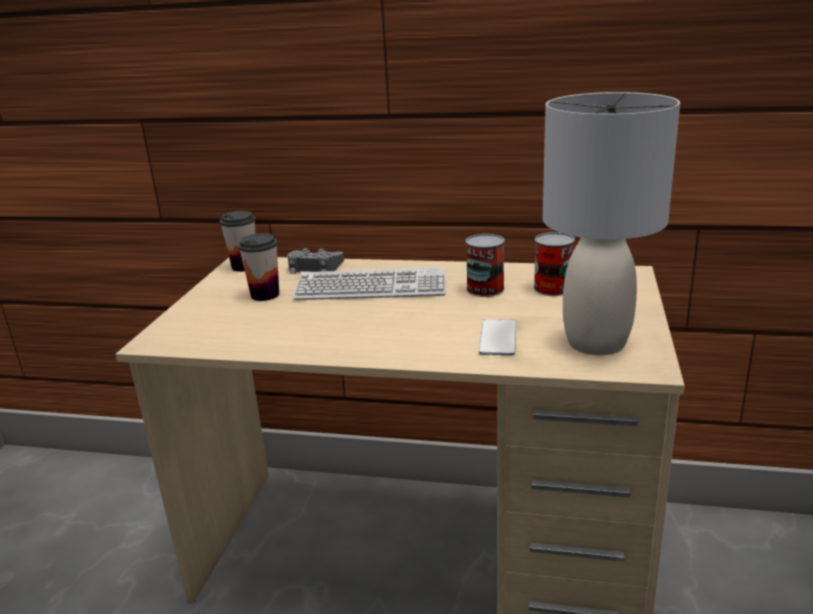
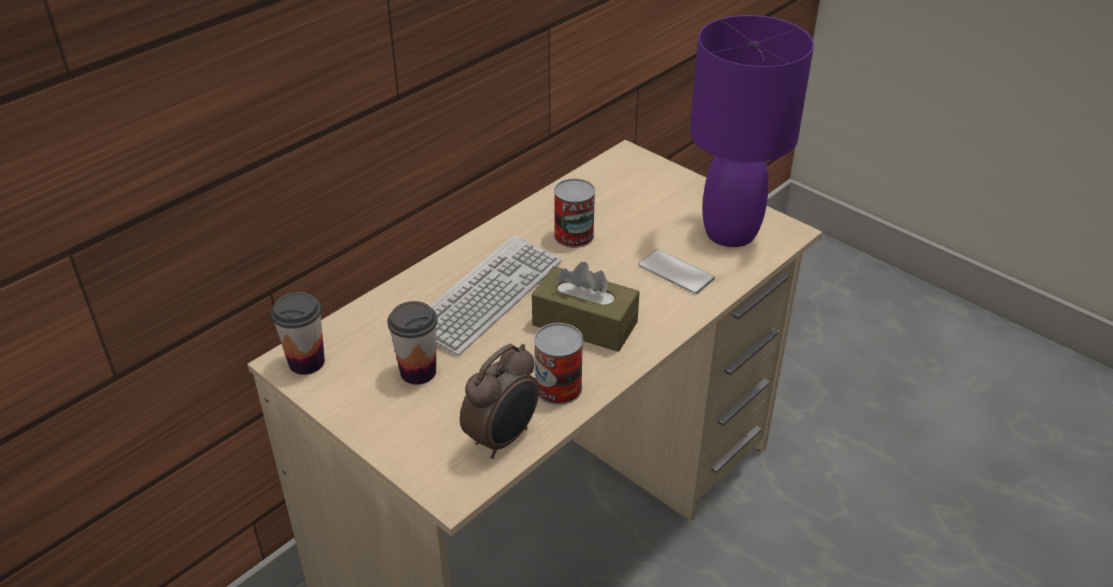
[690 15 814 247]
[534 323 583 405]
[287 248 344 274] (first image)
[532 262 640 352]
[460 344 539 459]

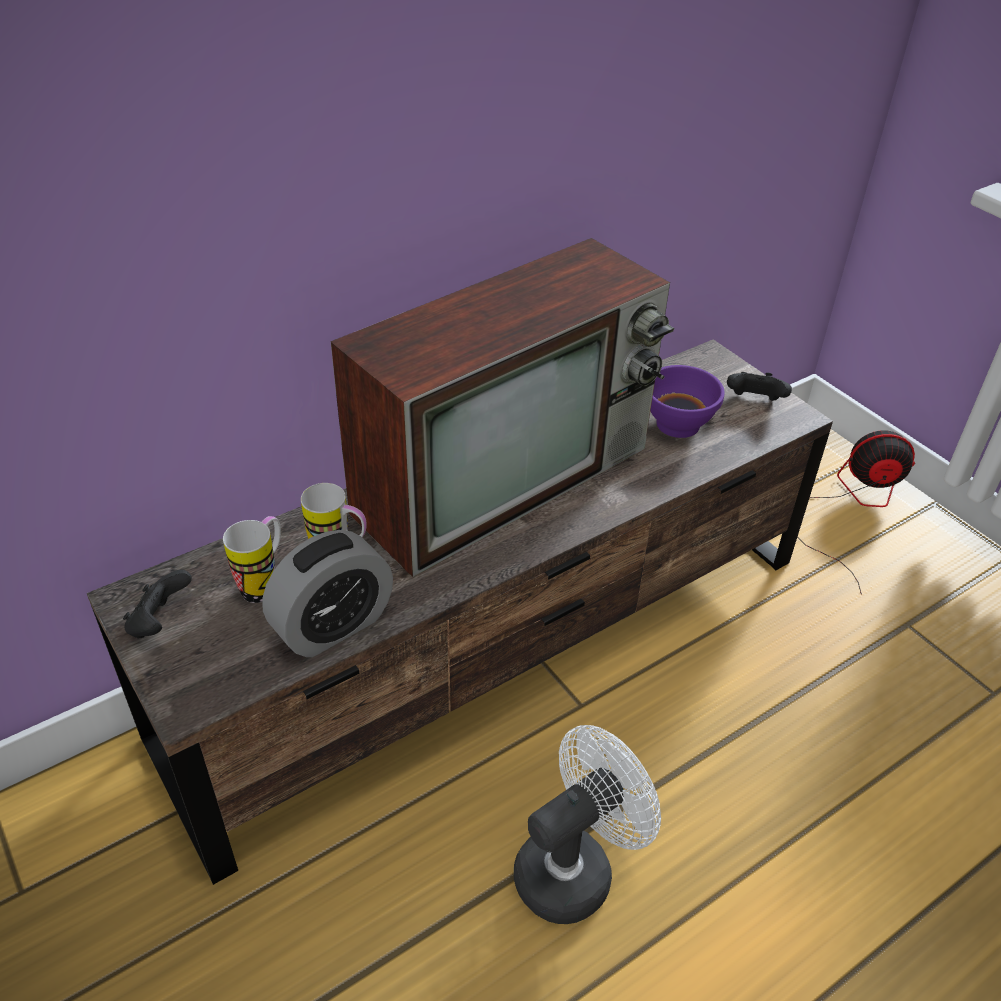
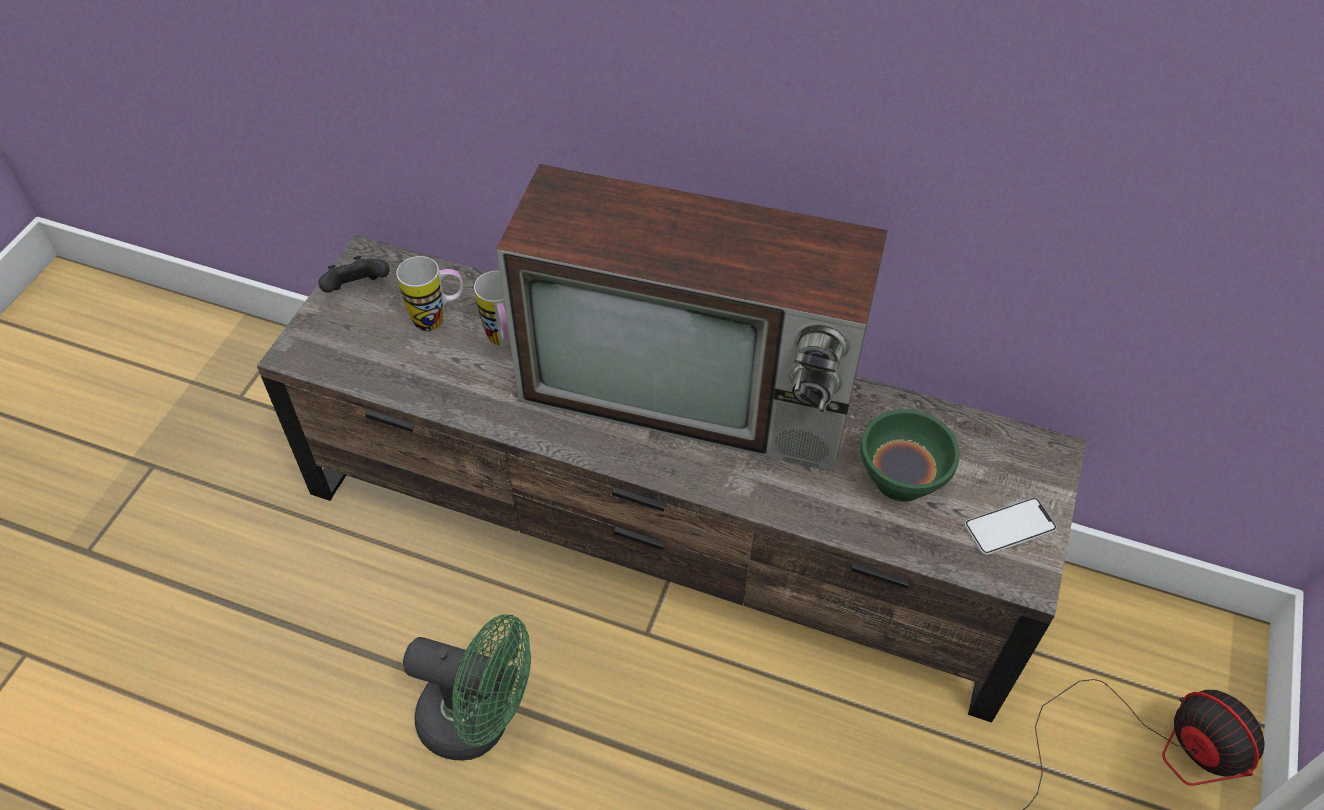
[860 409 960 502]
[964 498 1057 555]
[262 530 393 657] (first image)
[403 614 531 760]

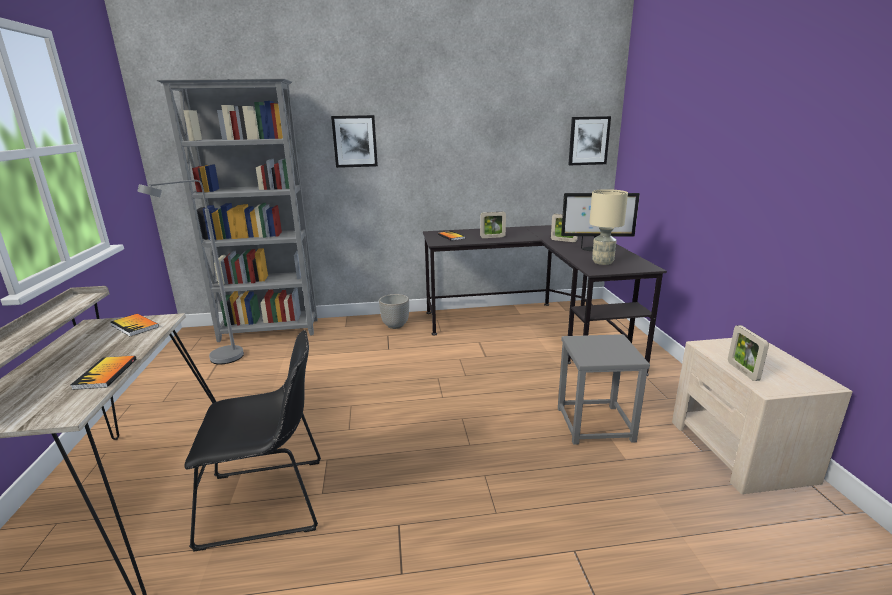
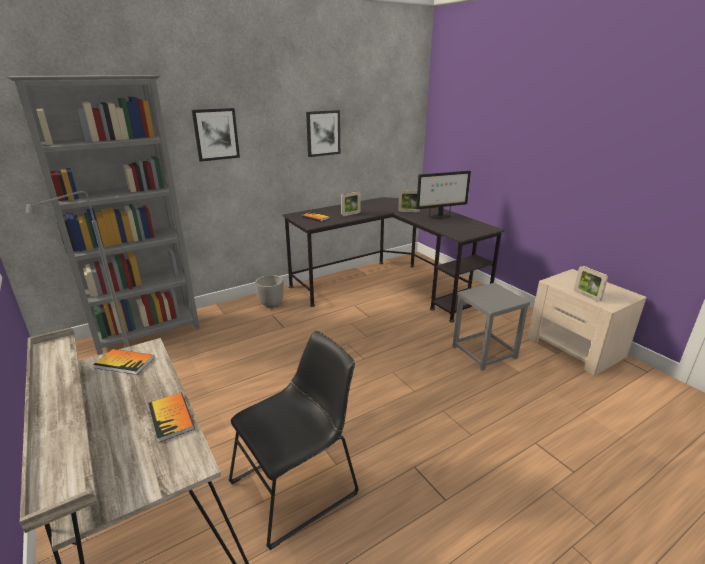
[306 110 340 157]
[589 189 628 265] (first image)

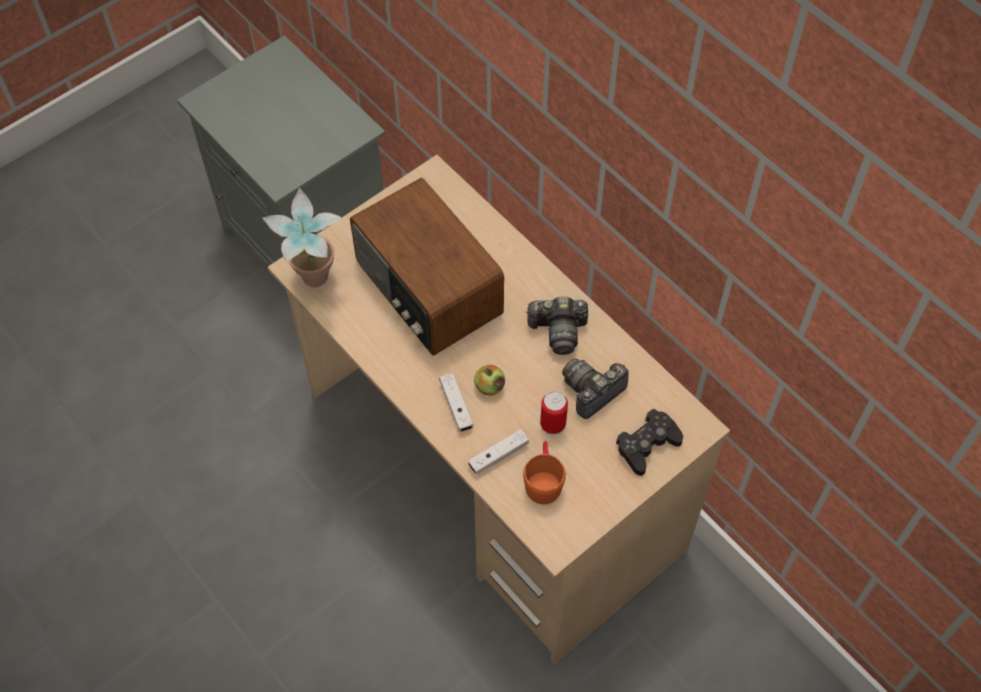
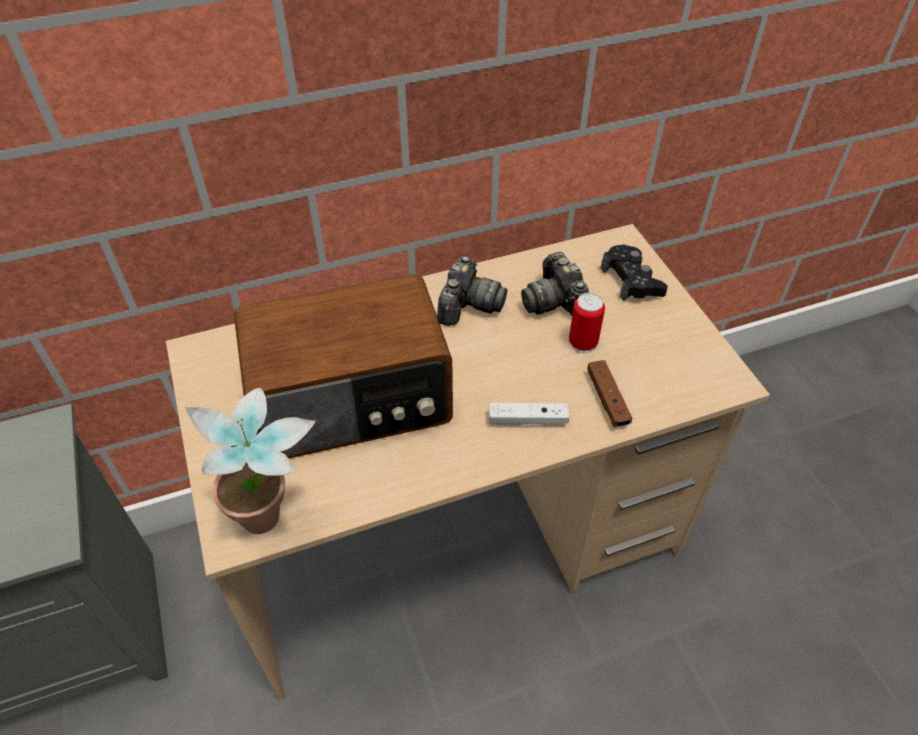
[474 364 505 396] (first image)
[587 360 632 427]
[523 441 566 504] (first image)

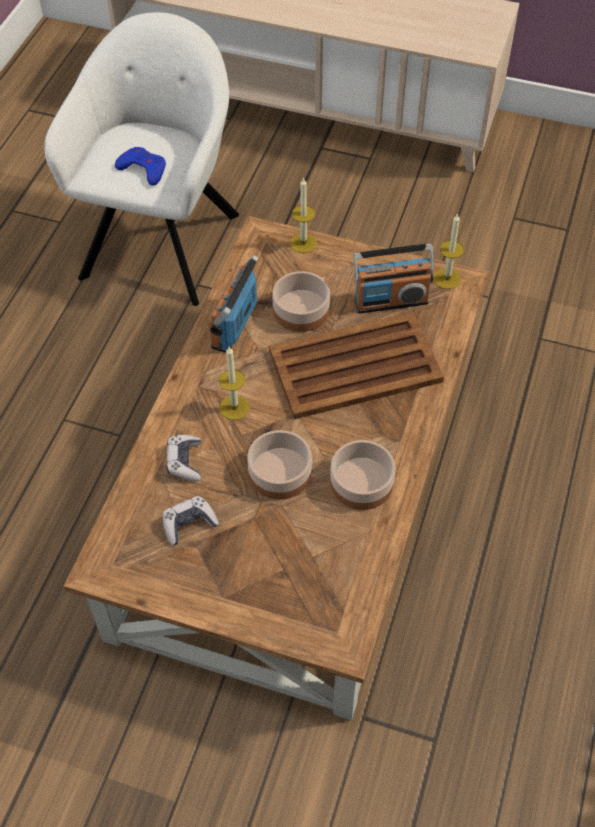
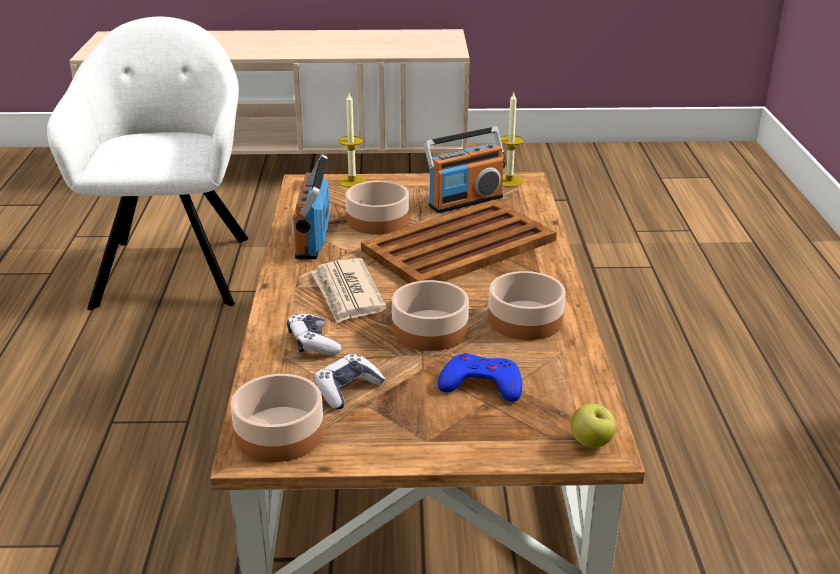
[438 353 522 402]
[311 258 387 324]
[231 374 324 462]
[571 404 616 448]

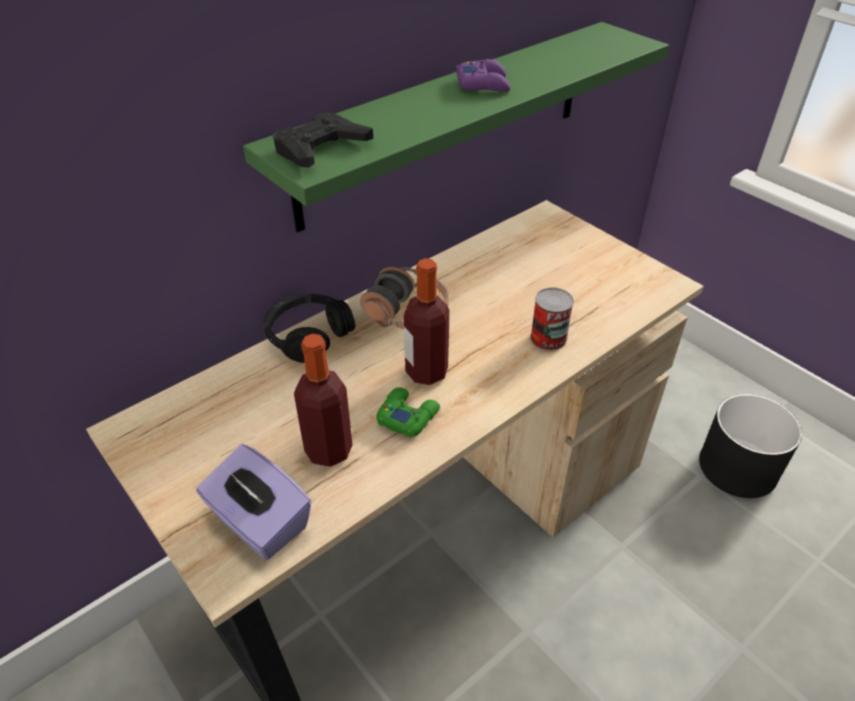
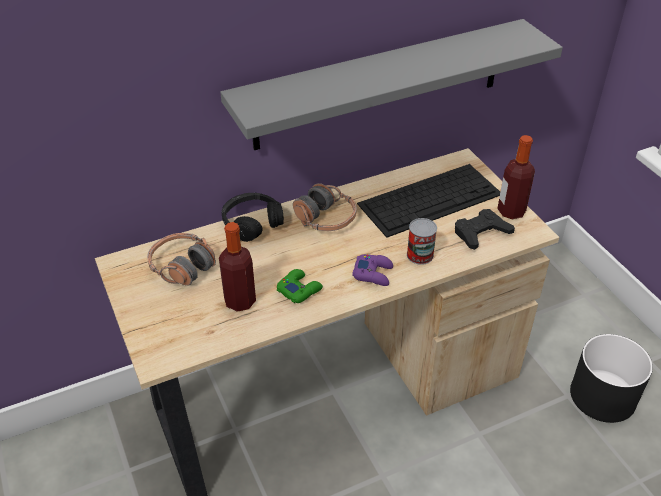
[220 19 563 150]
[352 254 393 286]
[455 209 515 250]
[497 135 535 219]
[196 444 312 560] (first image)
[357 164 500 238]
[147 233 216 286]

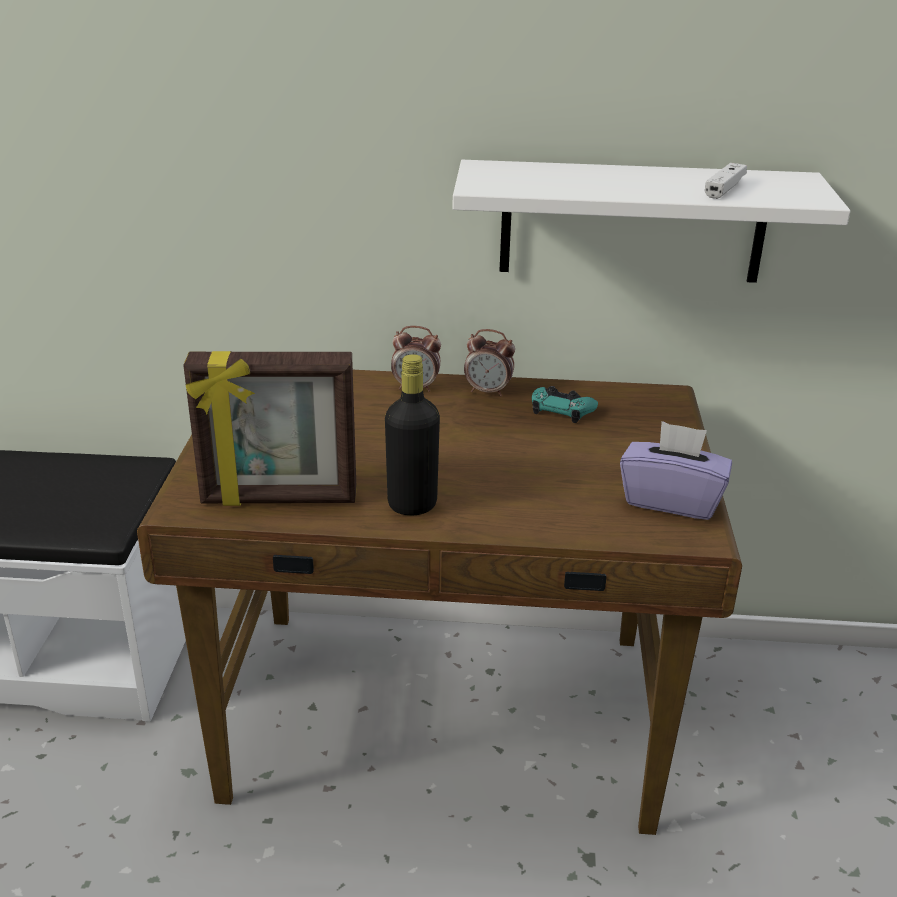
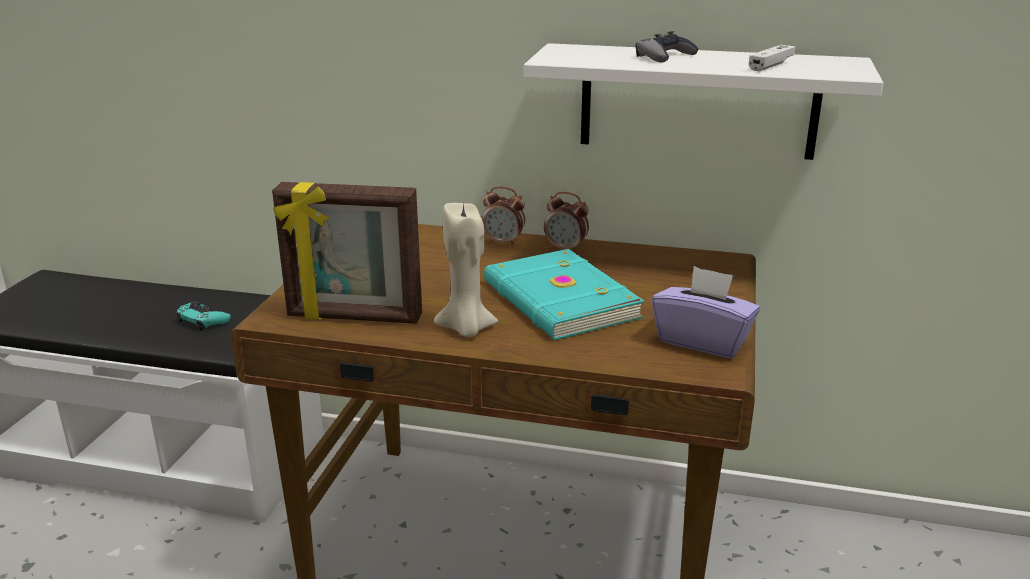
[434 201 498 337]
[176 301 231 331]
[636 31 698 63]
[484 249 644 340]

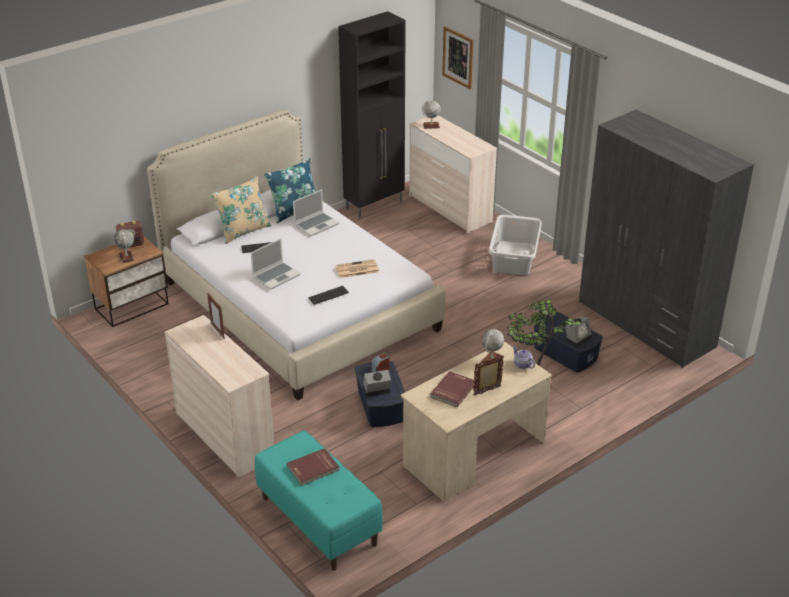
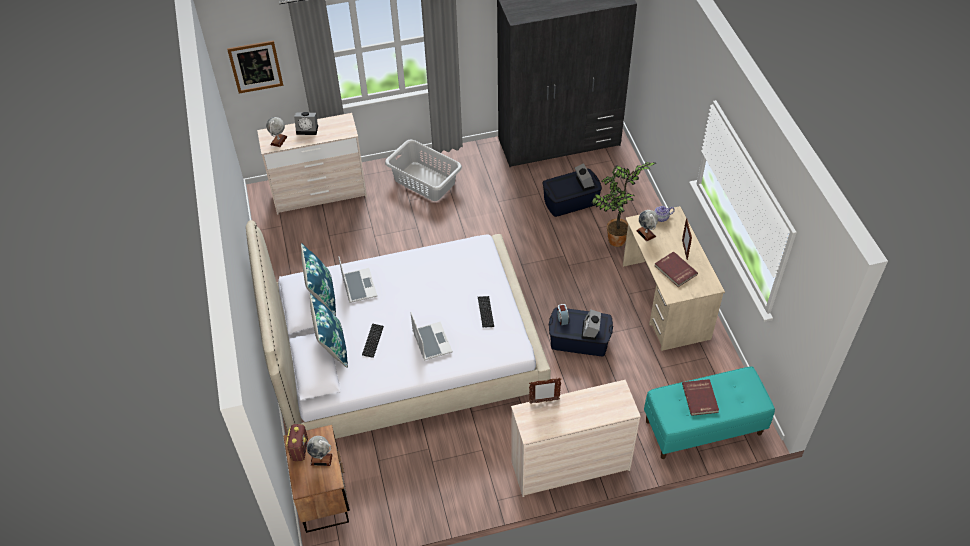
[338 11 406 218] (first image)
[310 293 348 368]
[335 259 379 278] (first image)
[294 112 318 135]

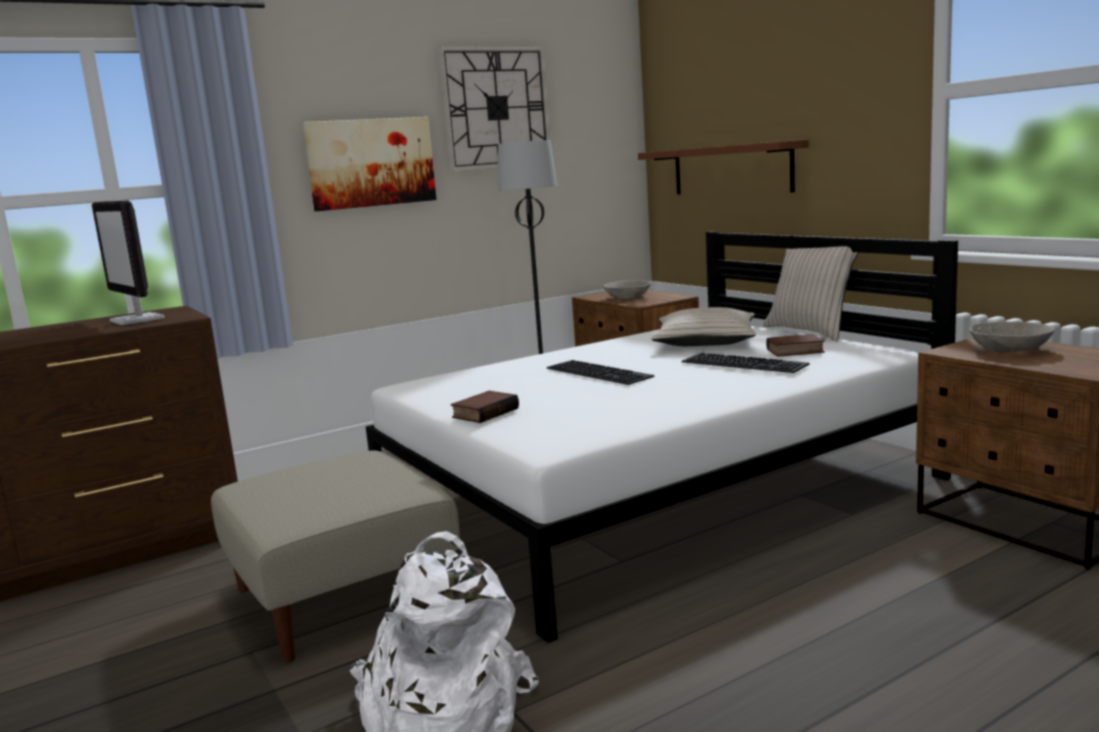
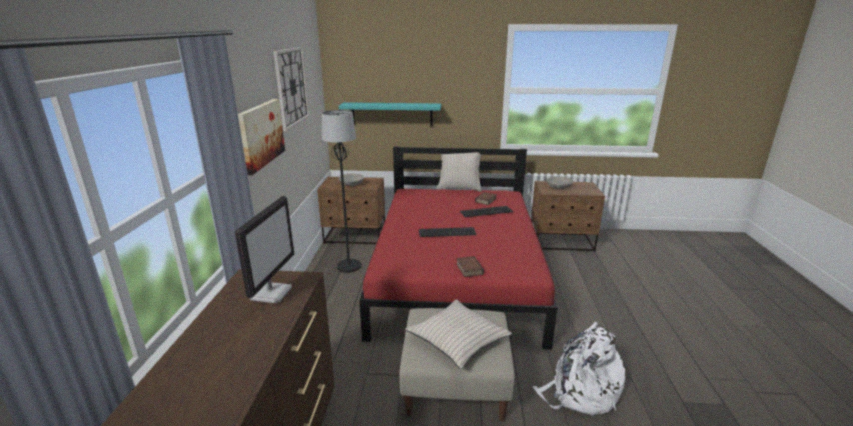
[339 102 441 127]
[235 196 294 303]
[359 147 557 350]
[405 300 512 369]

